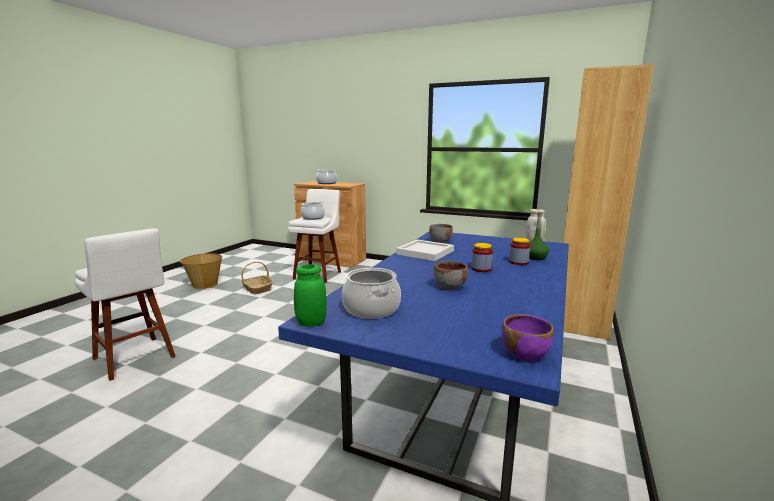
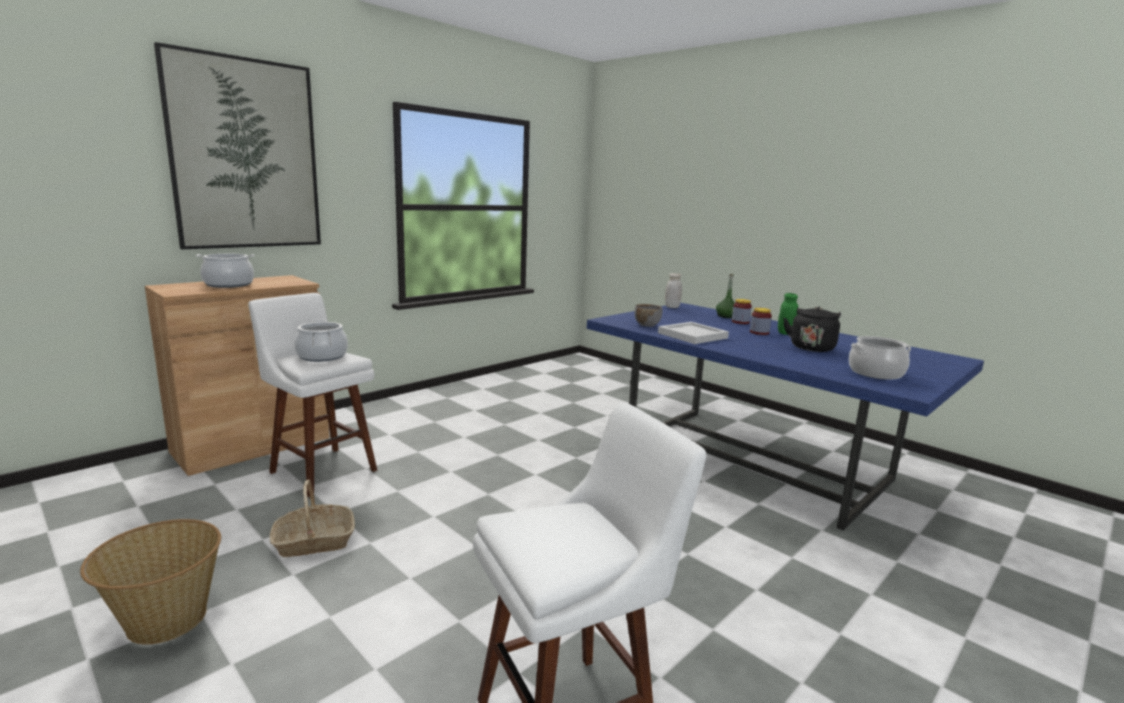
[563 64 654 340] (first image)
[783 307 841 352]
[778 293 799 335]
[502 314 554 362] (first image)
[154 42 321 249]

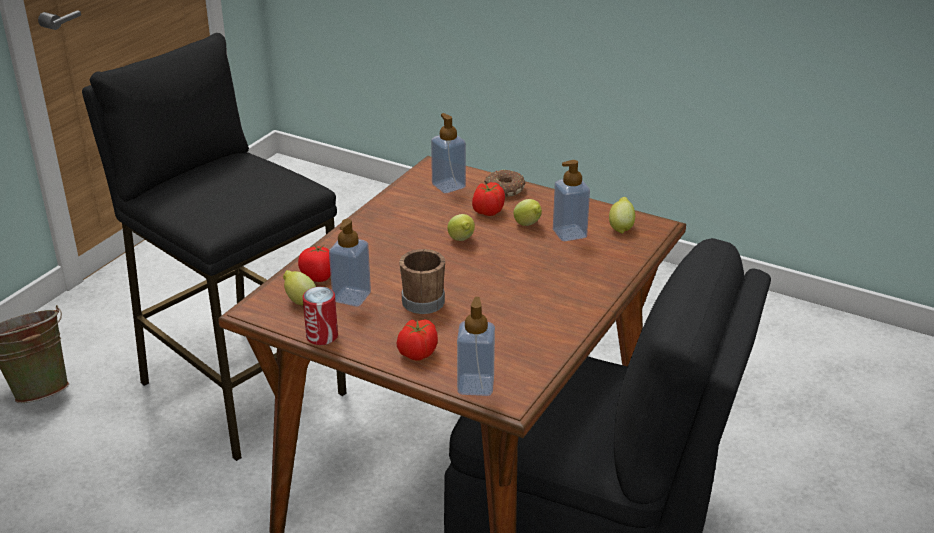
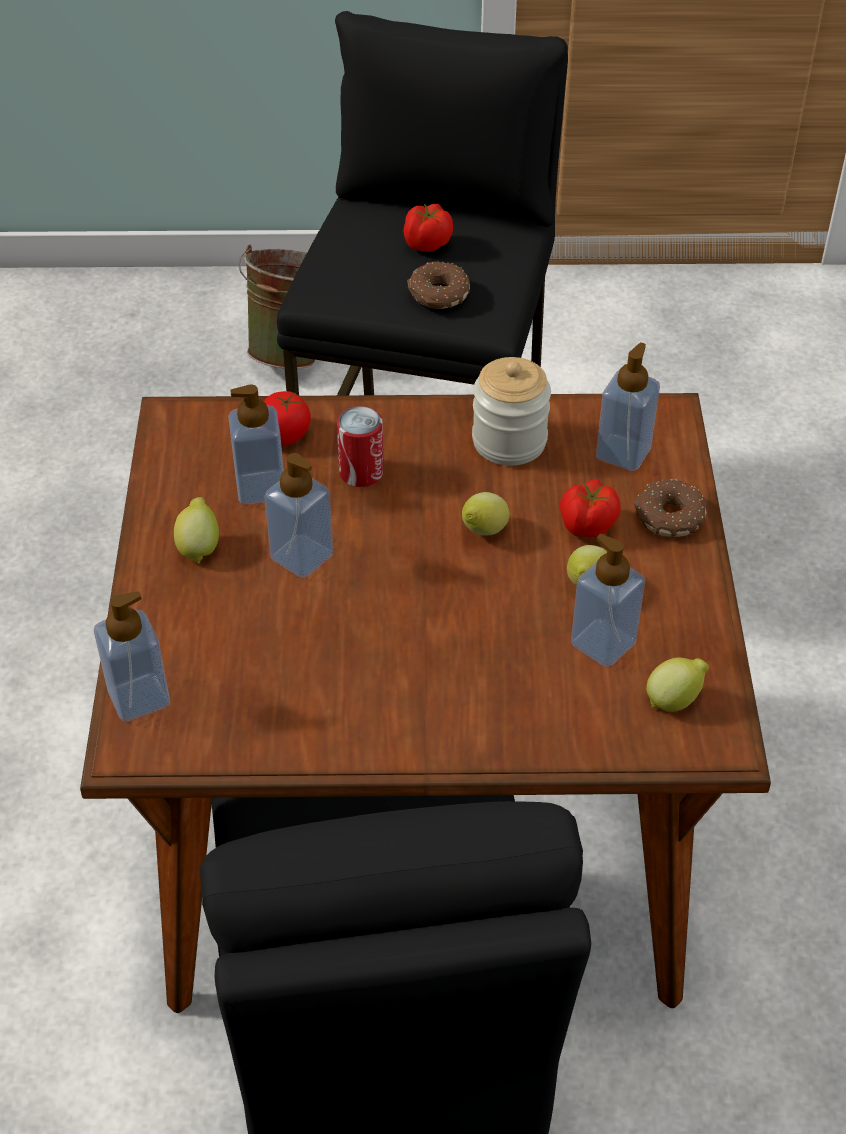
[264 453 333 578]
[174 497 219 563]
[337 406 384 487]
[404 204 453 252]
[407 261 470 309]
[472 357 551 466]

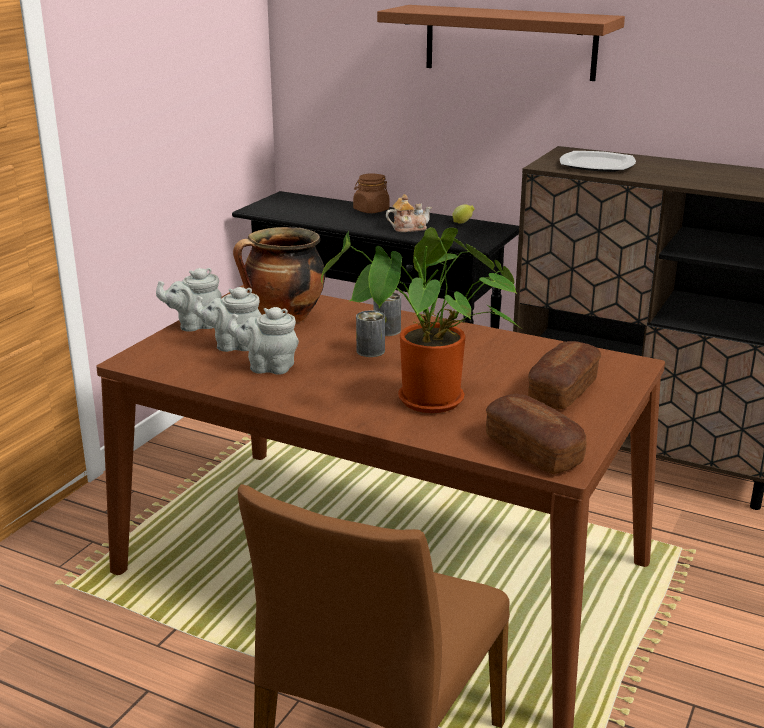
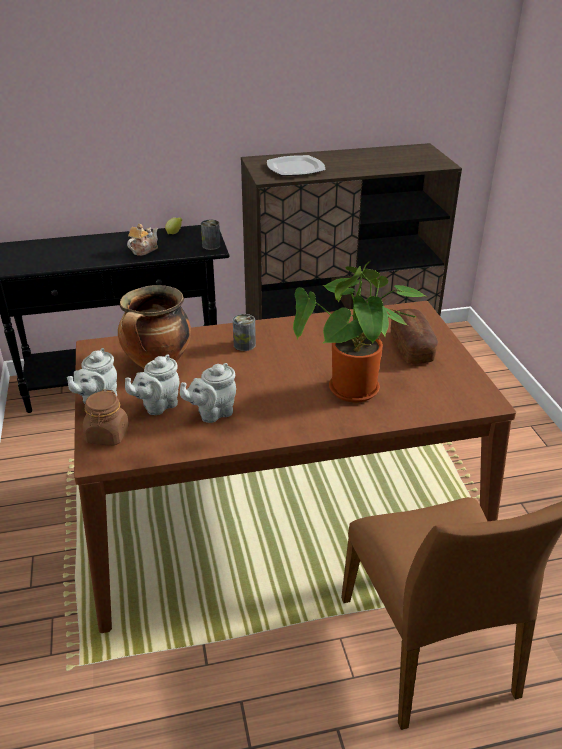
[377 5 625 81] (first image)
[83 389 129 445]
[201 220 220 250]
[486 394 586 474] (first image)

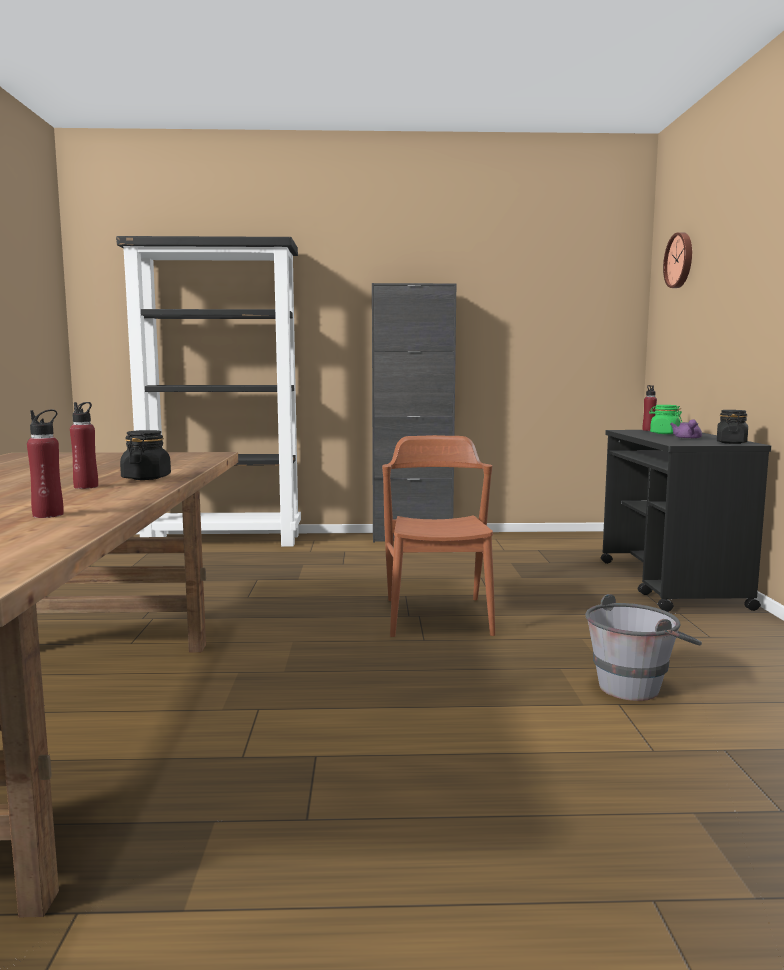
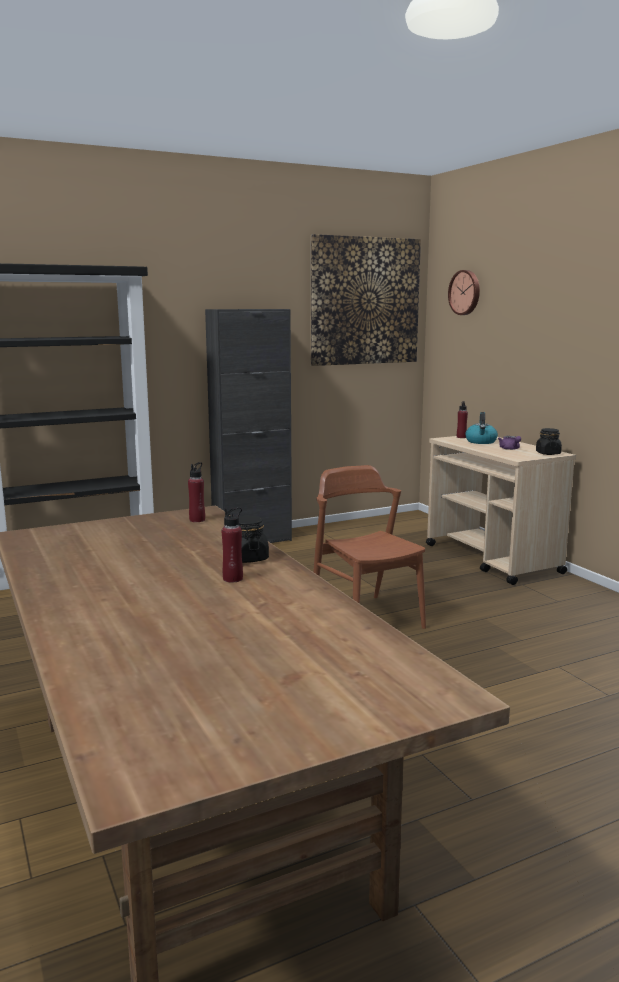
[465 412 498 444]
[188 462 205 522]
[426 436 576 585]
[585 594 702 701] (first image)
[311 234 421 366]

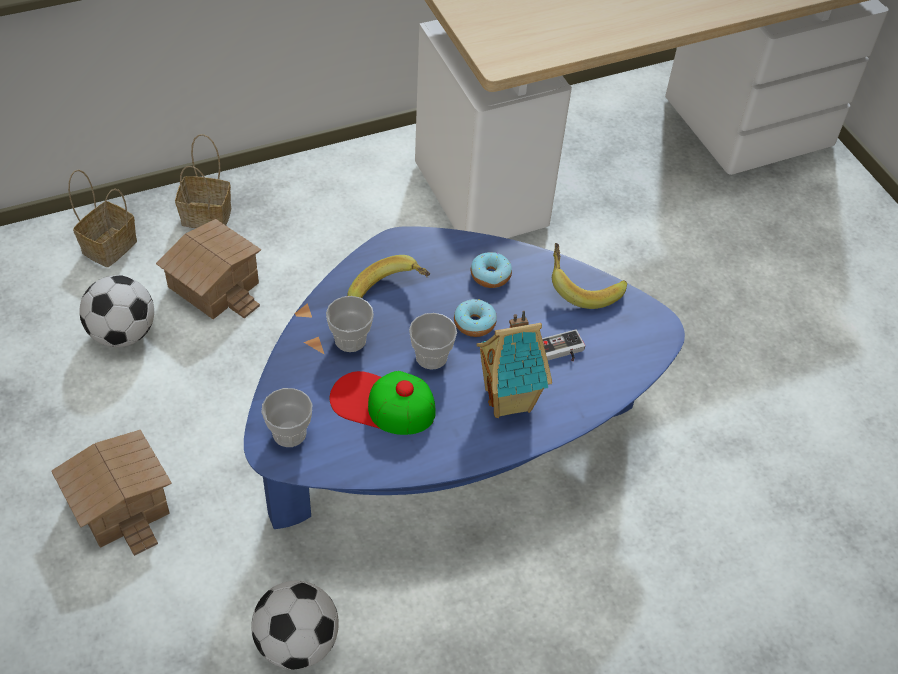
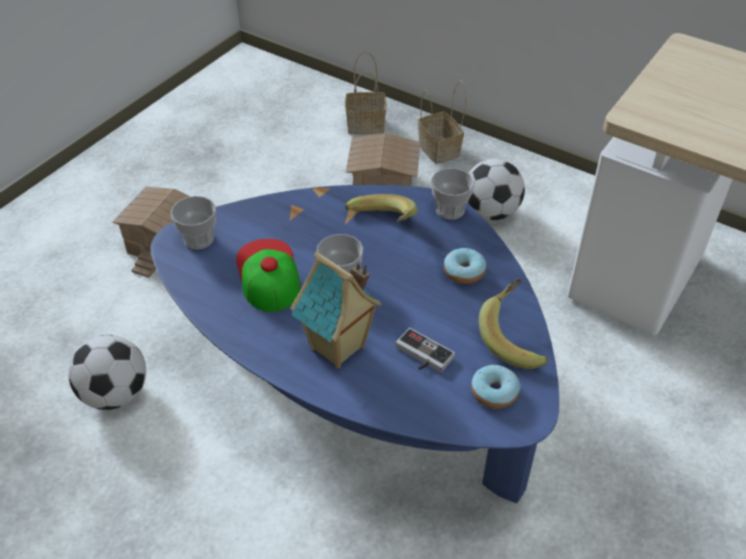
[467 159 525 220]
[431 168 474 220]
[471 365 521 409]

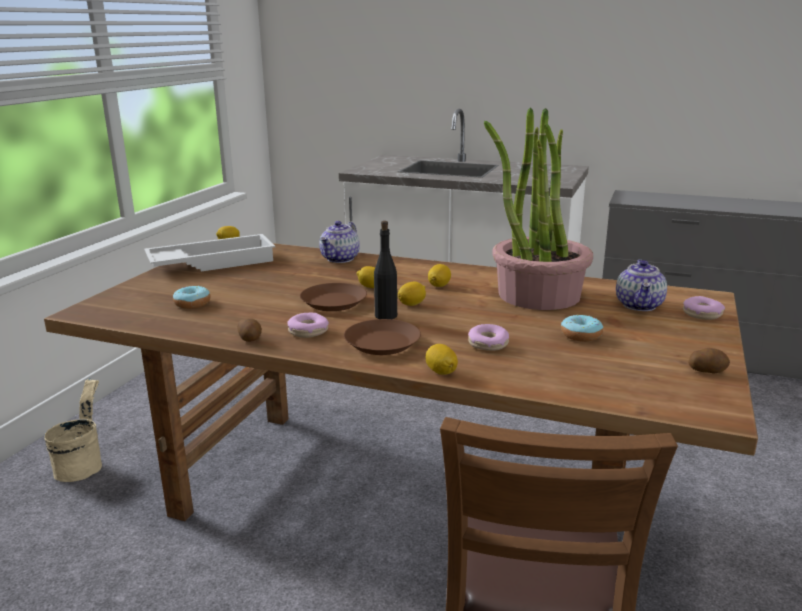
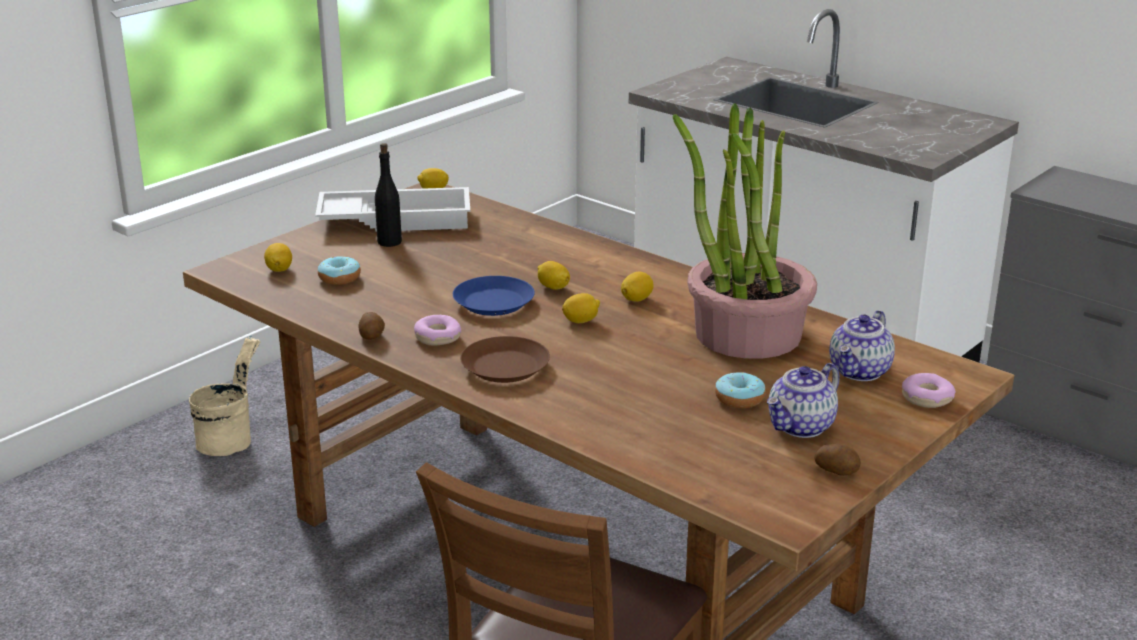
[767 363 840 438]
[375 143 402 247]
[453 276 535 316]
[468 324 509 351] (first image)
[264 243 292 272]

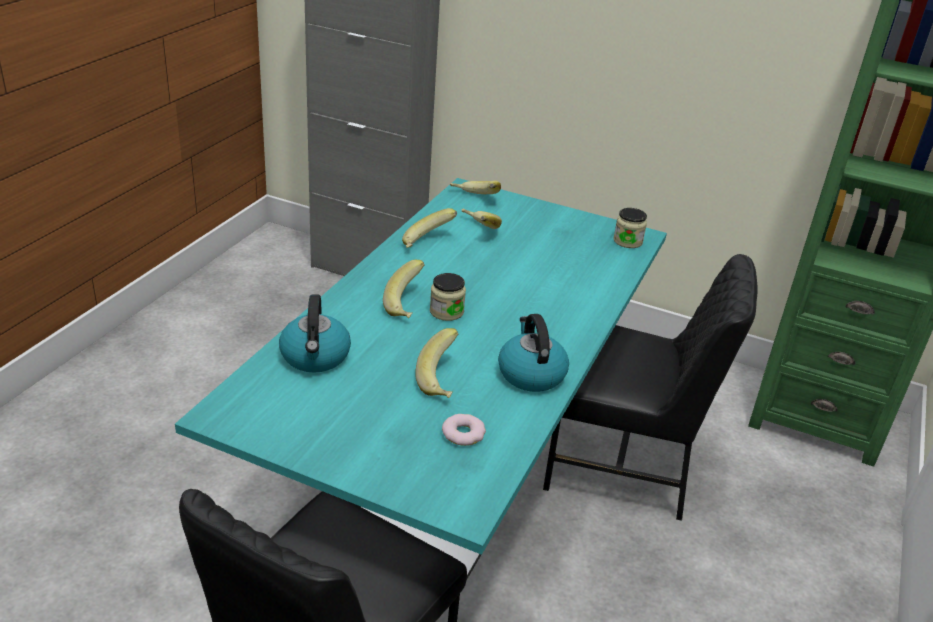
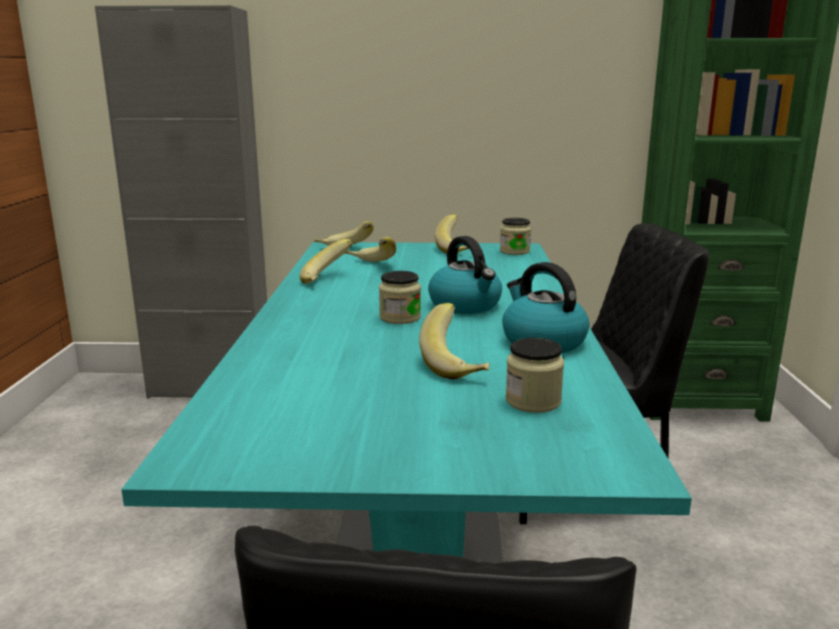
[435 214 469 254]
[428 236 502 314]
[505 338 564 413]

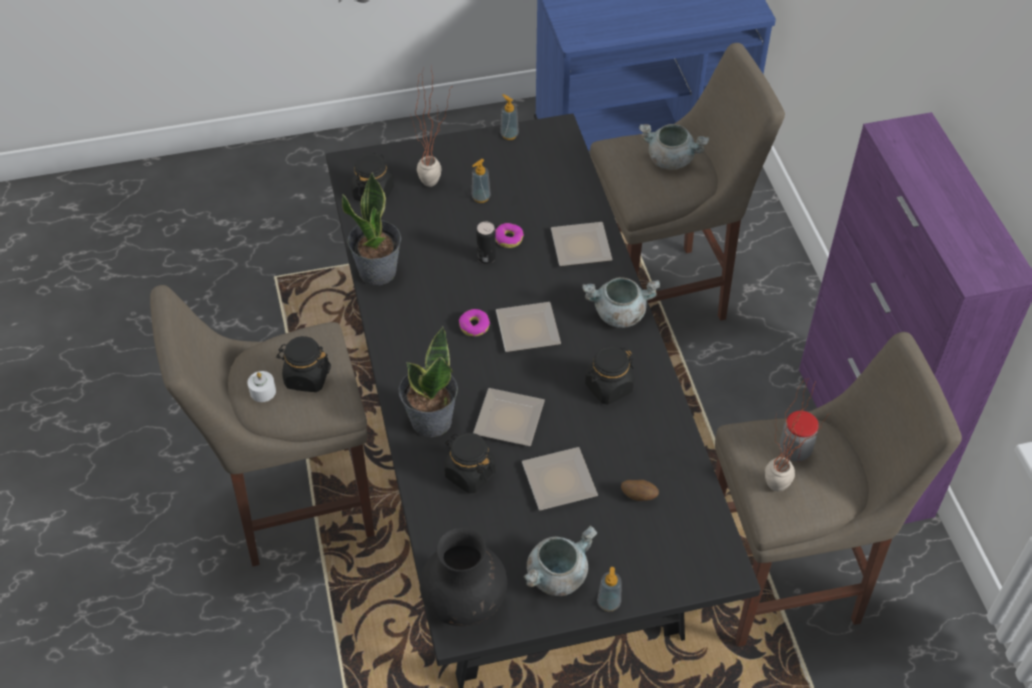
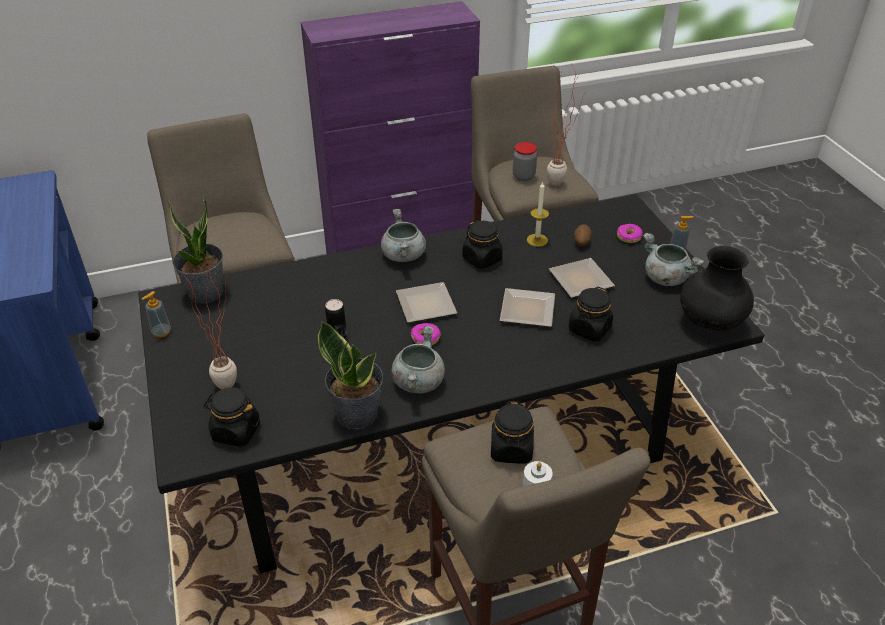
[392 326 445 393]
[472 159 491 203] (first image)
[551 222 613 266] (first image)
[617 224 642 243]
[167 195 224 304]
[527 182 549 247]

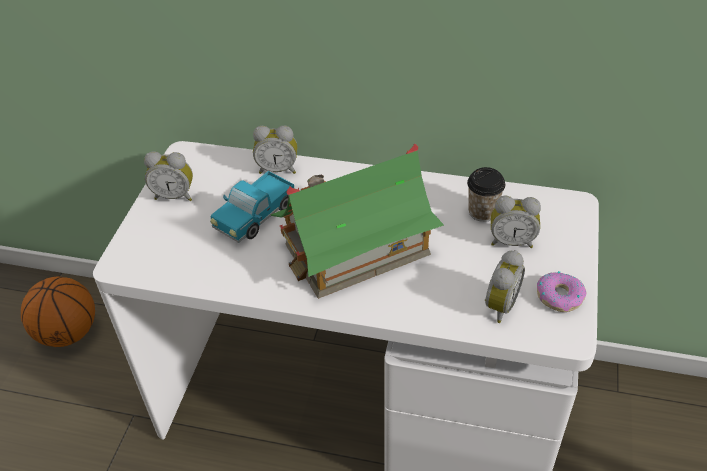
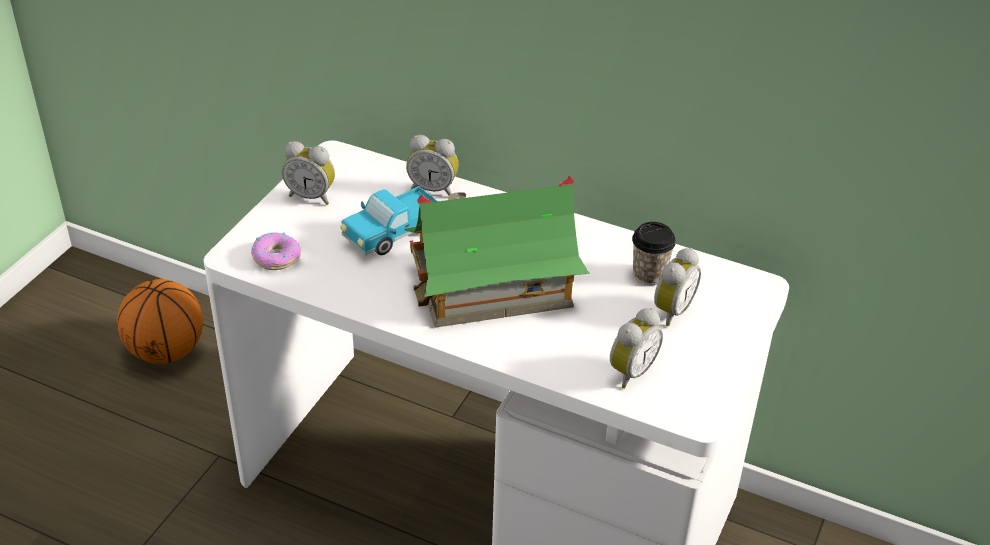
[654 248 701 326]
[251 232 301 270]

